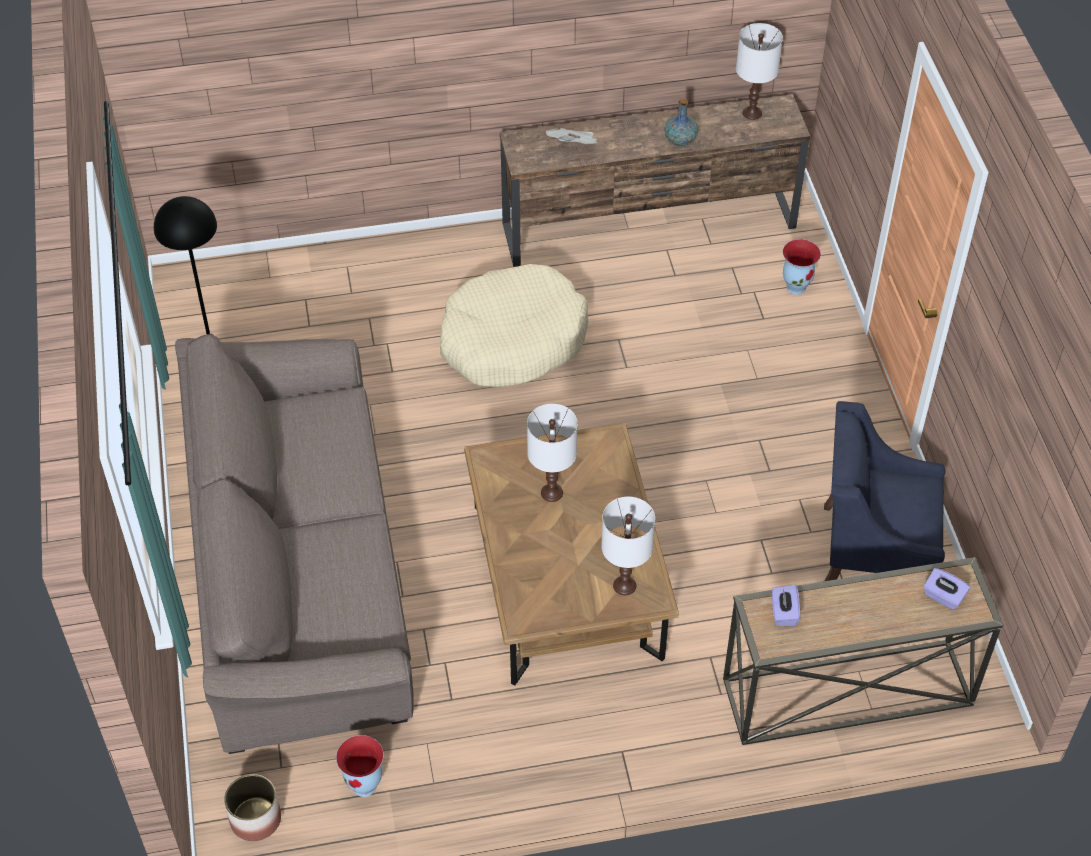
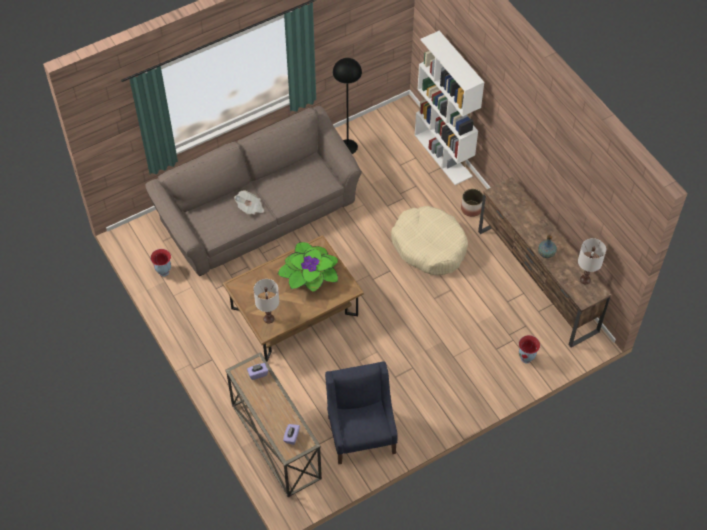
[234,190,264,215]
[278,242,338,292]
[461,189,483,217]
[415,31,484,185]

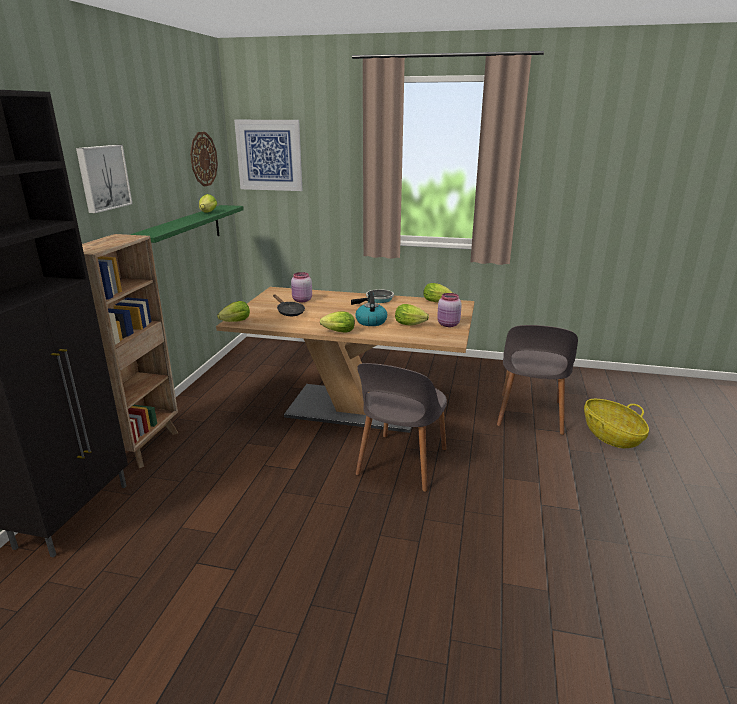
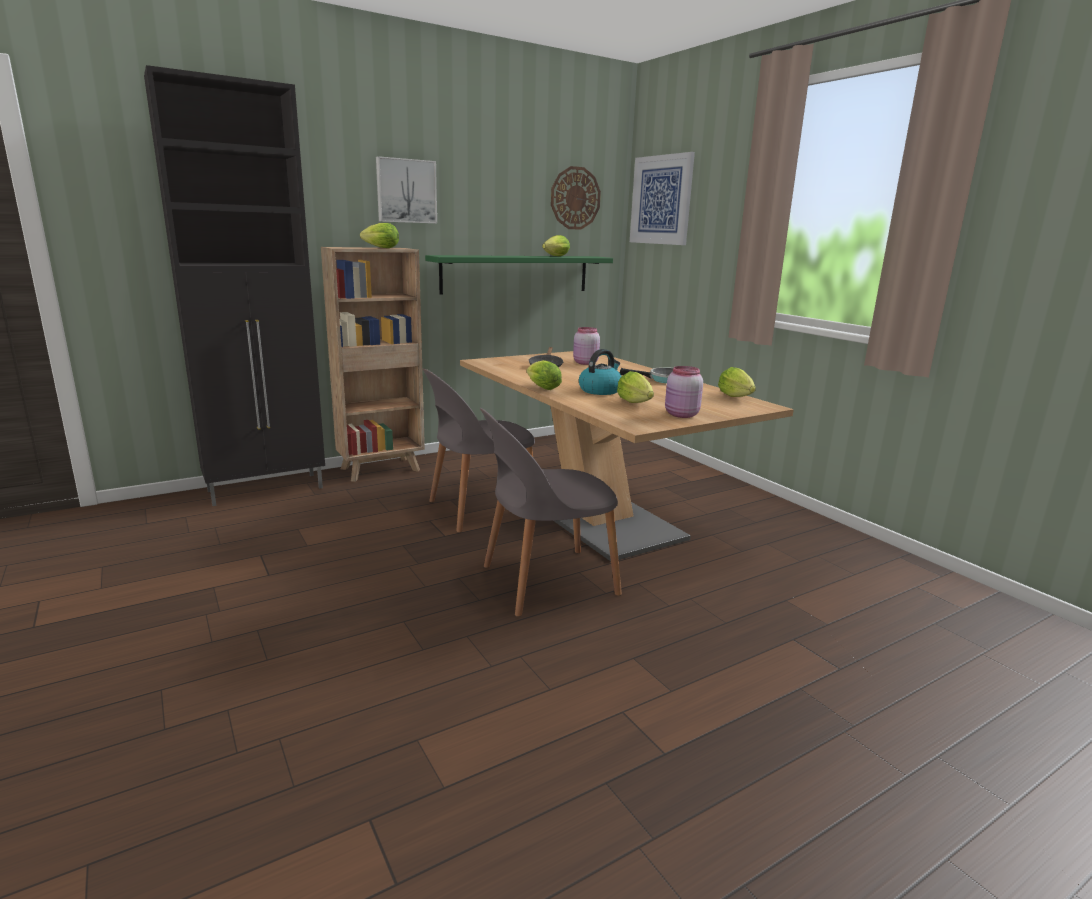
[360,223,399,248]
[423,369,535,532]
[584,399,649,448] (first image)

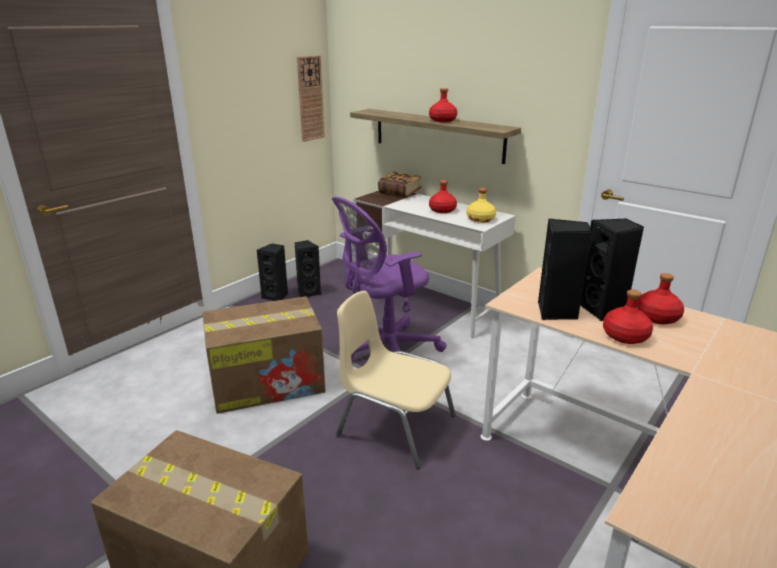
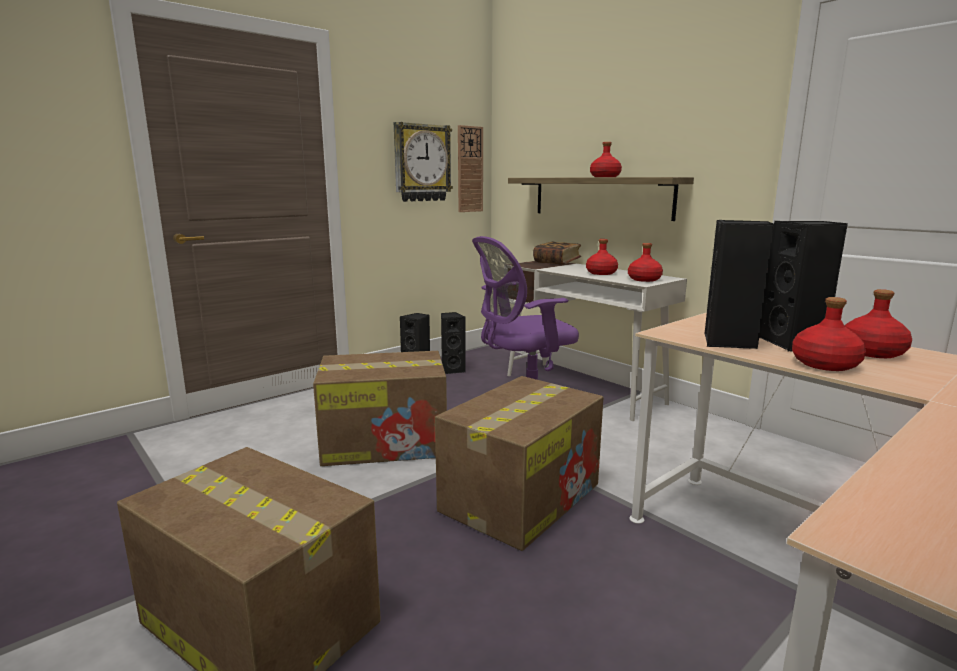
[628,243,663,282]
[435,376,603,551]
[394,122,453,202]

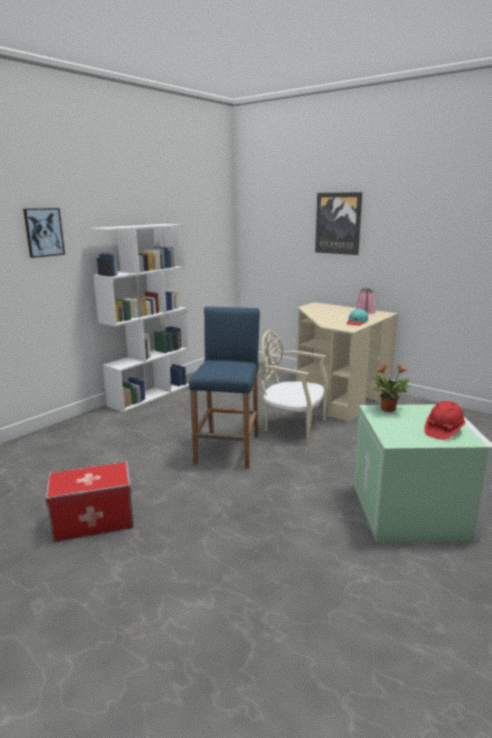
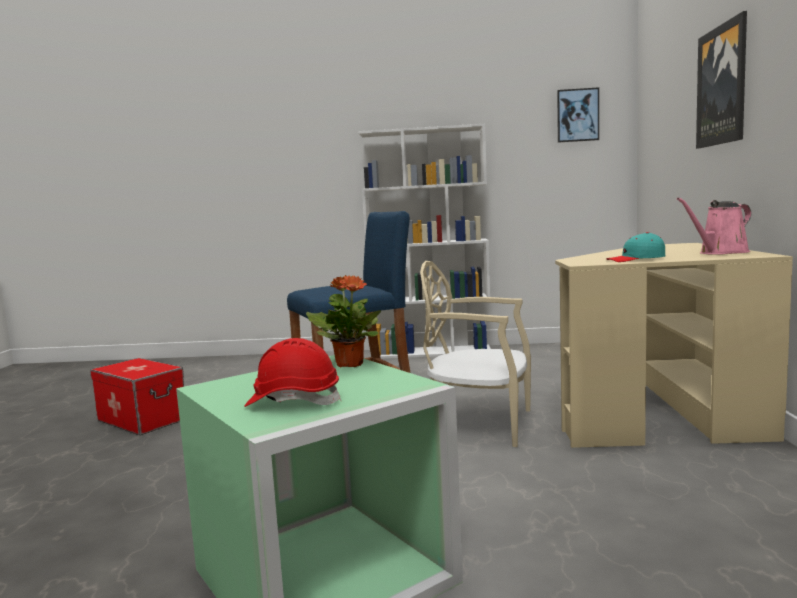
[557,87,599,143]
[420,261,531,447]

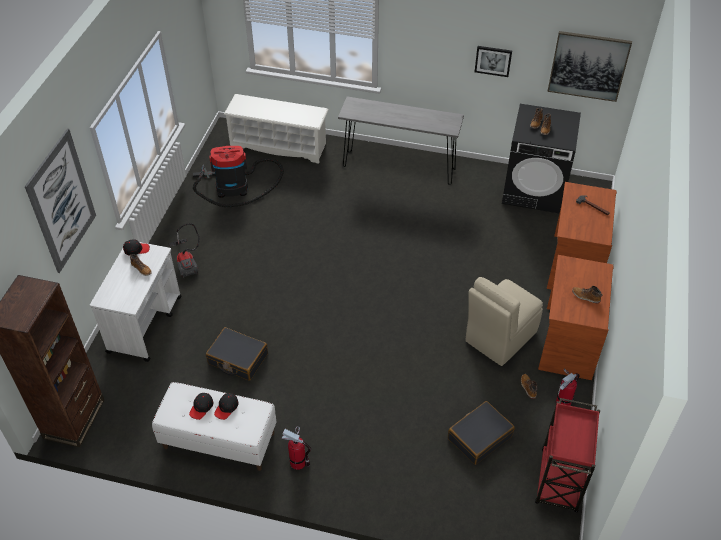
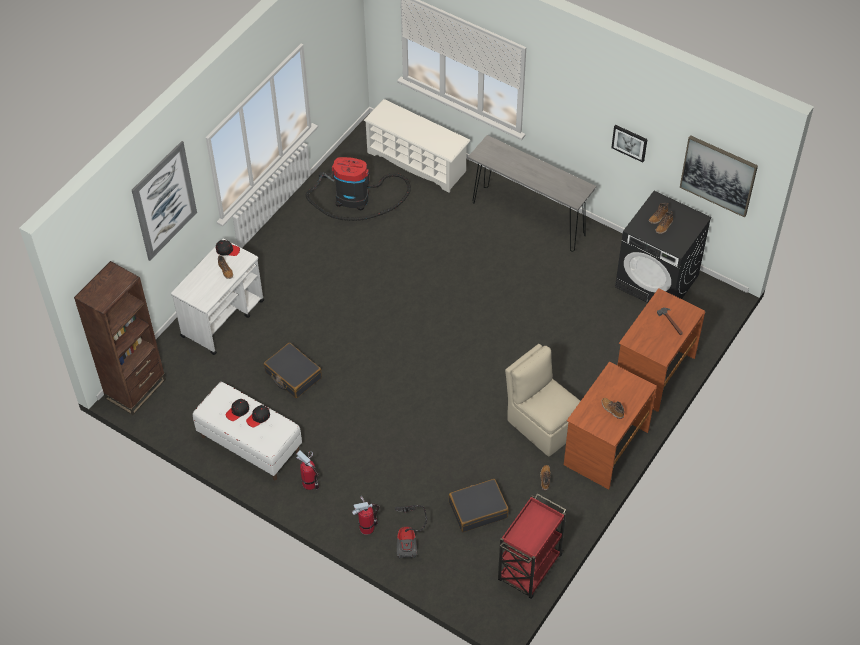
[395,505,427,559]
[505,344,580,456]
[352,496,380,535]

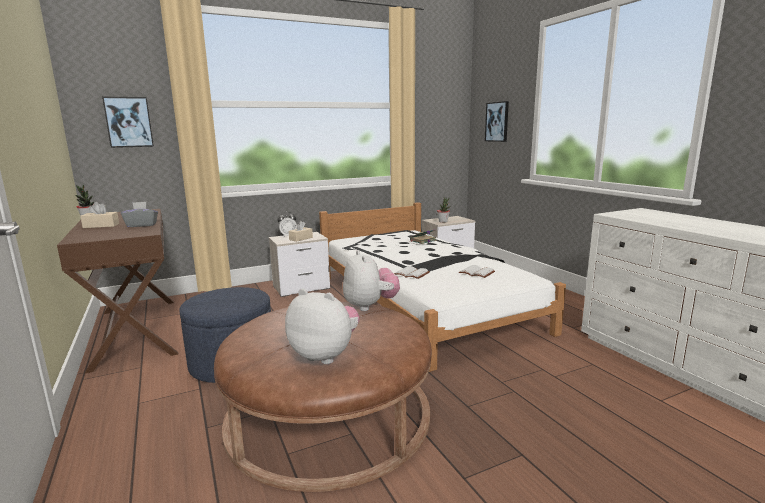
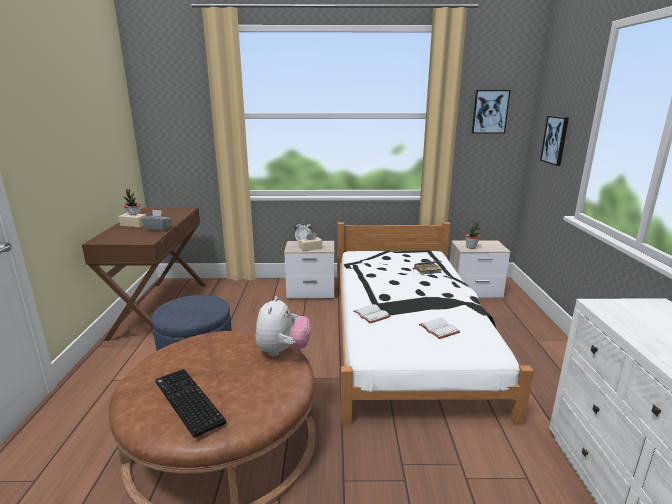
[472,90,511,134]
[155,369,226,438]

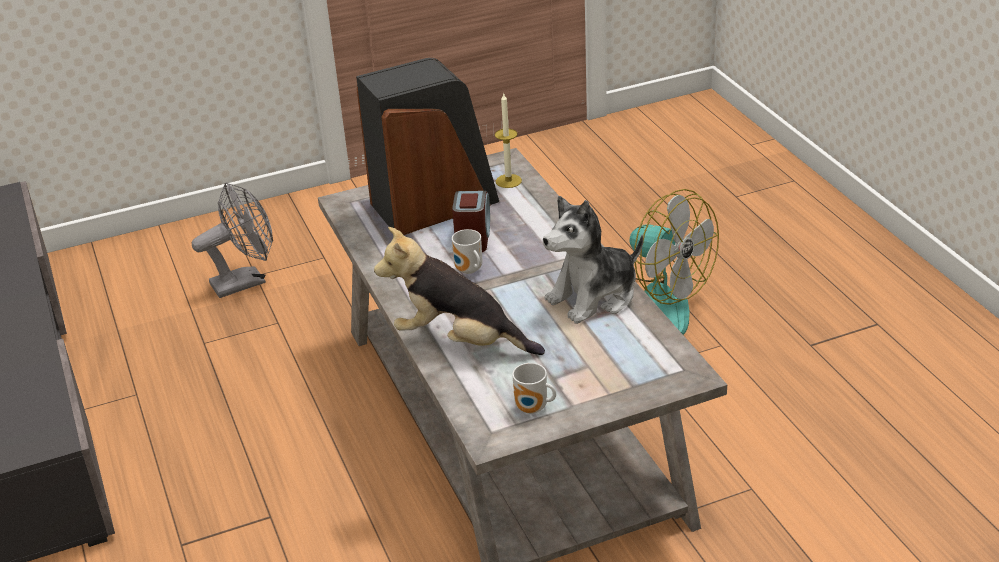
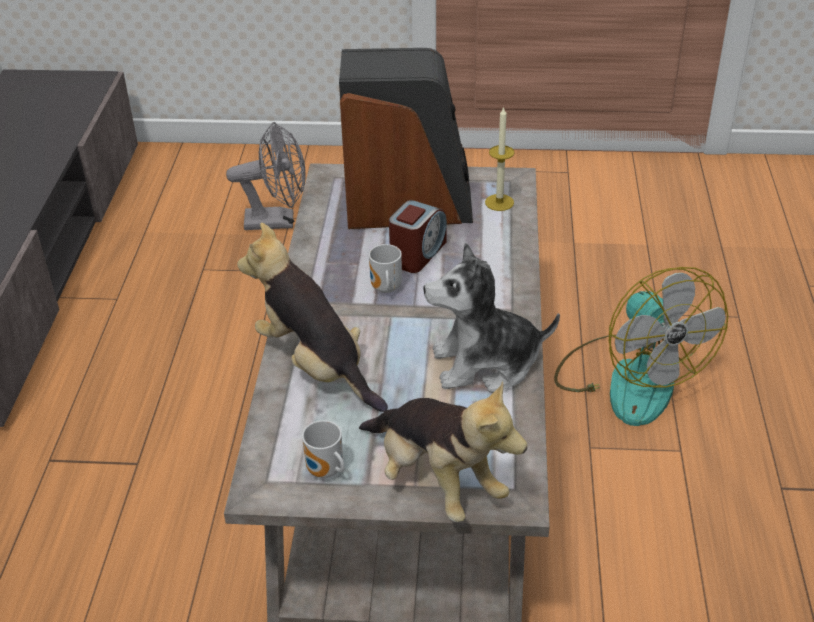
[359,381,527,522]

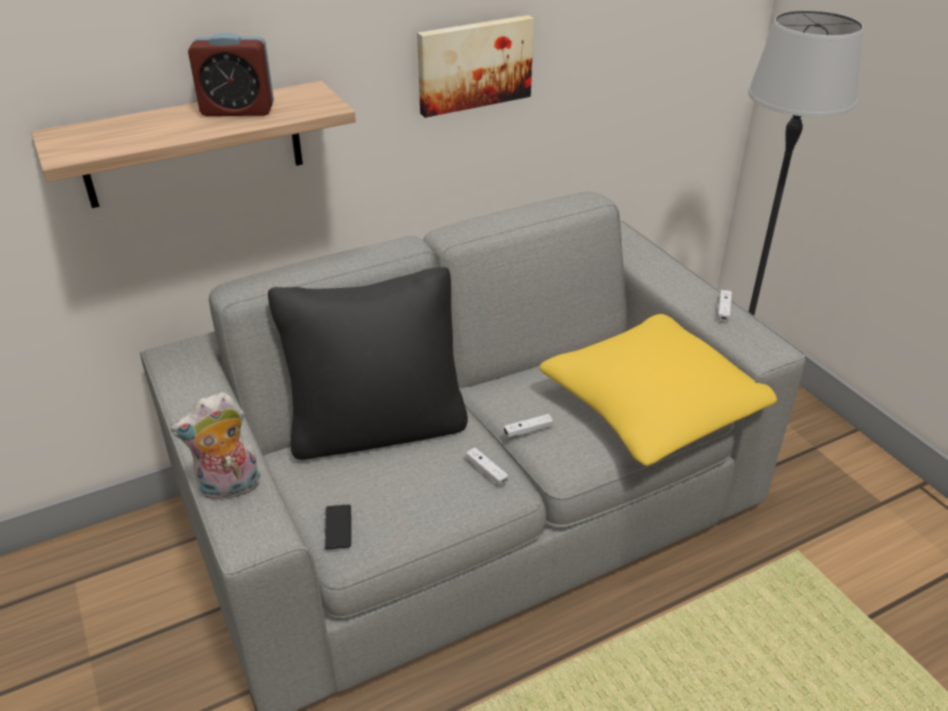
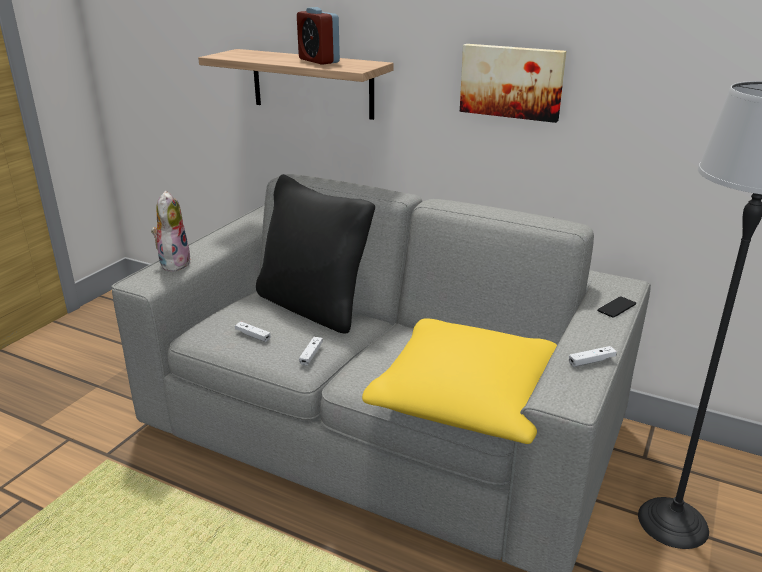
[151,191,191,272]
[235,322,271,342]
[597,296,636,318]

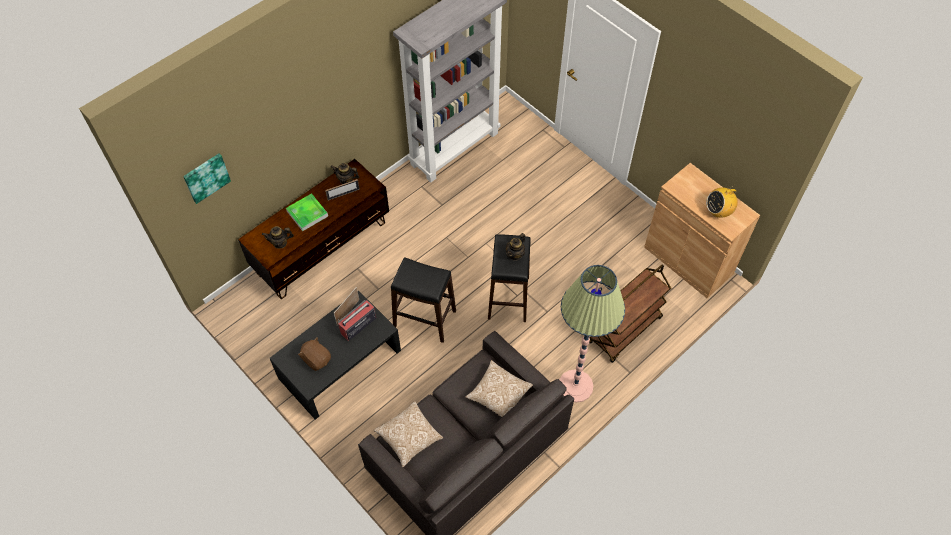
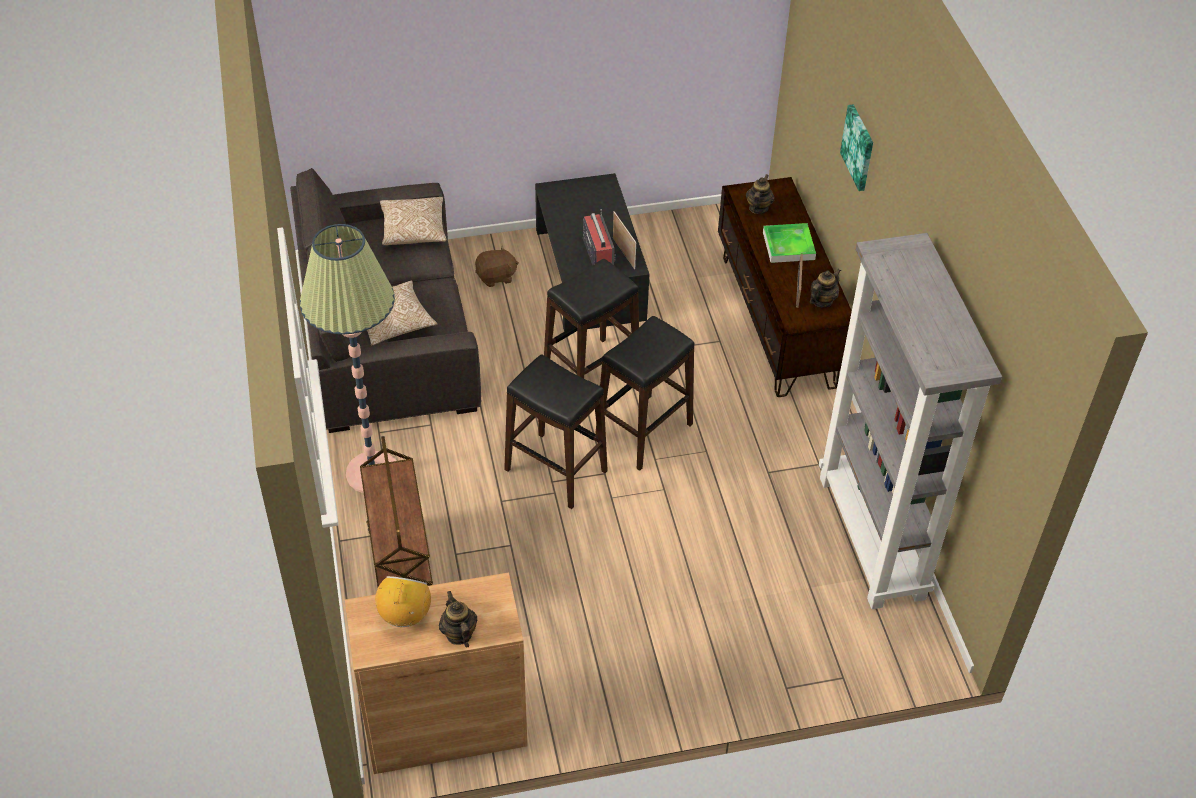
[840,104,873,191]
[439,591,477,648]
[475,246,519,287]
[595,316,694,471]

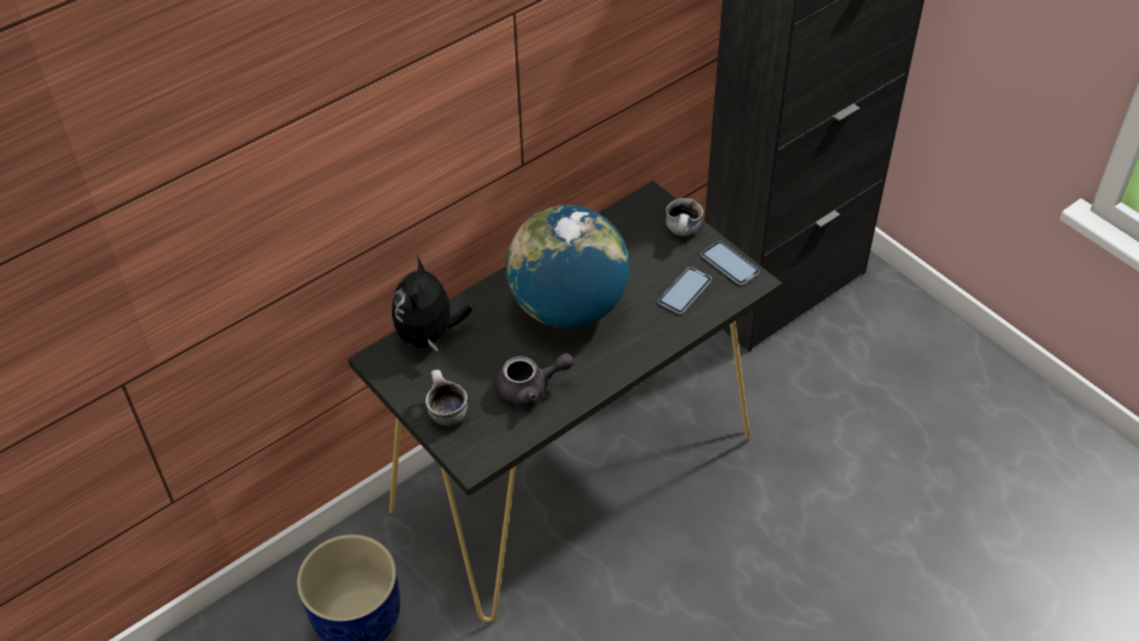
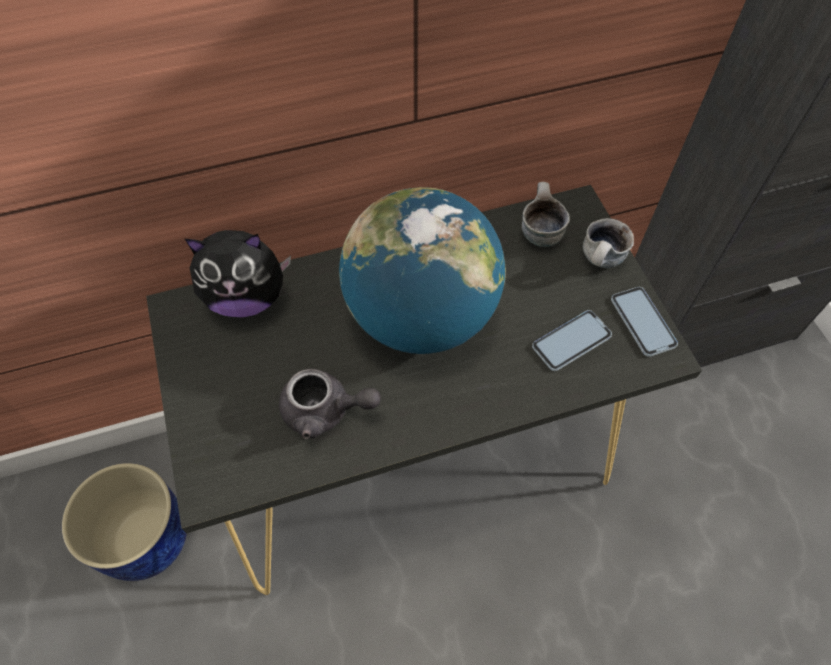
[185,230,291,318]
[522,182,570,247]

